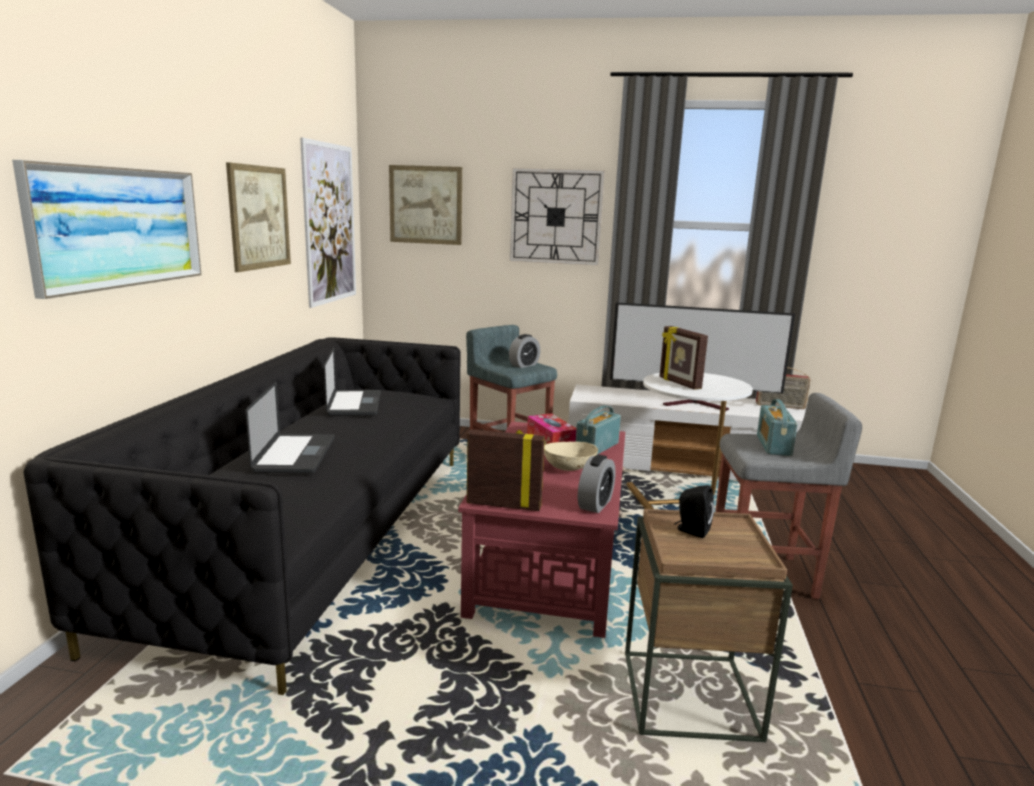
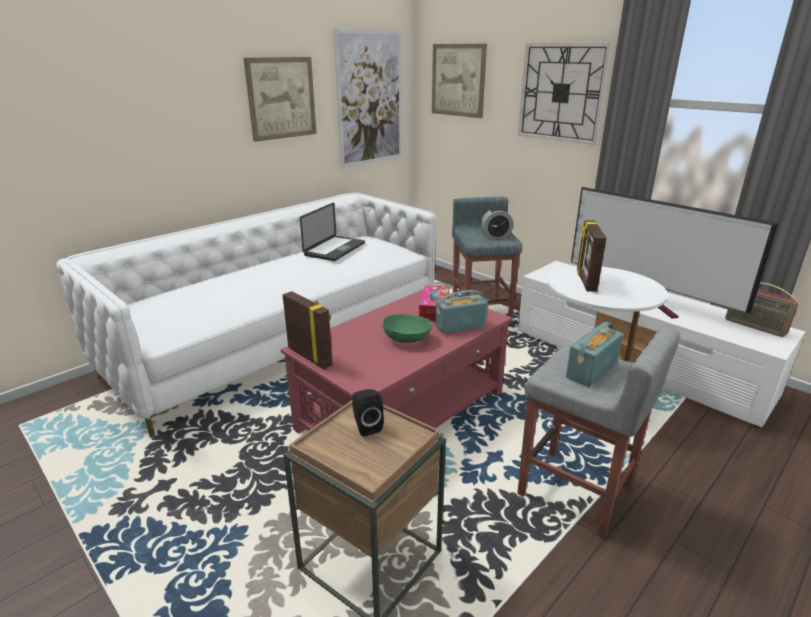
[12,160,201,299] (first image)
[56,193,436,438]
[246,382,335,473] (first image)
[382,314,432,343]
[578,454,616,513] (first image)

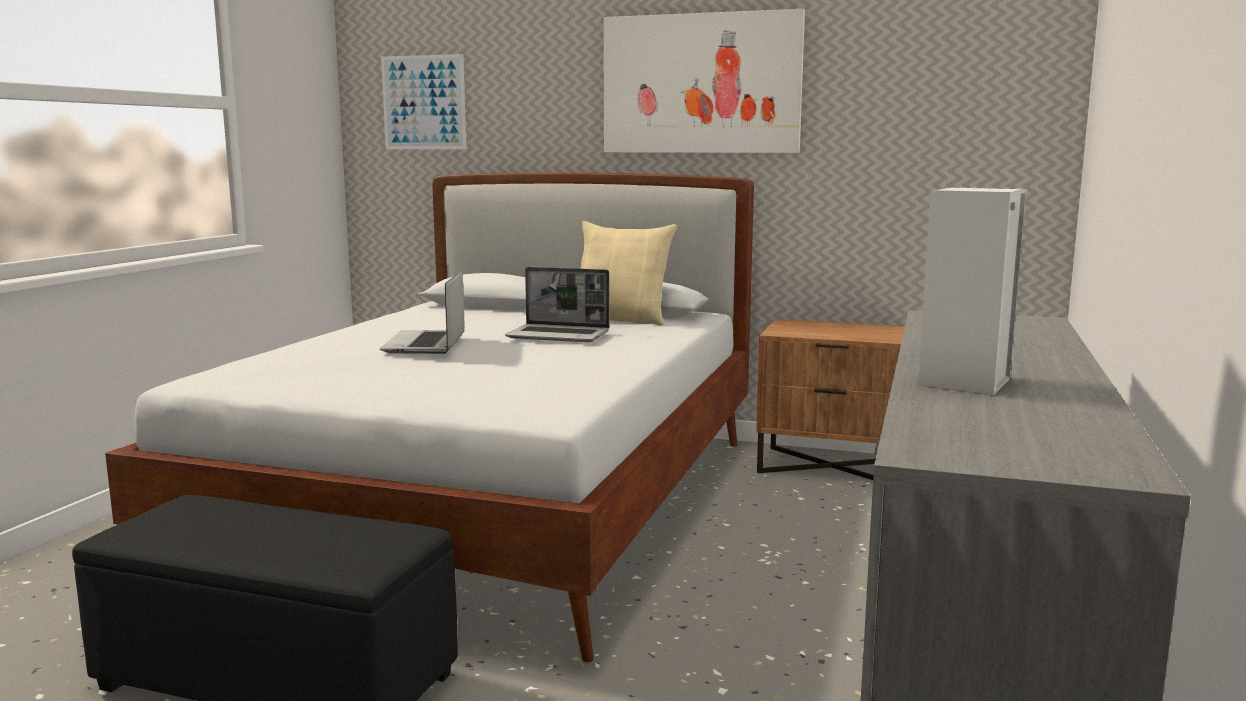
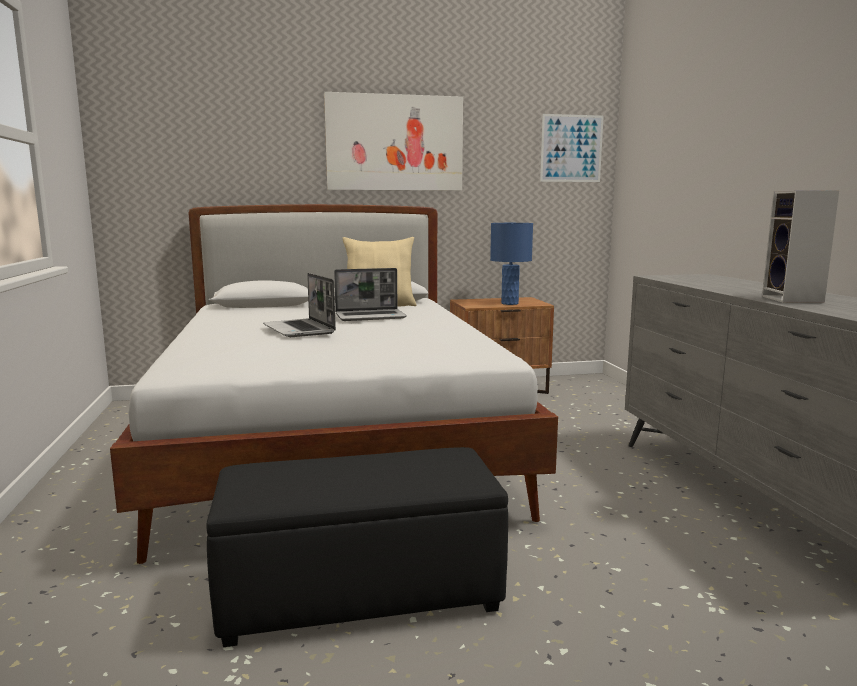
[540,114,604,182]
[490,223,533,305]

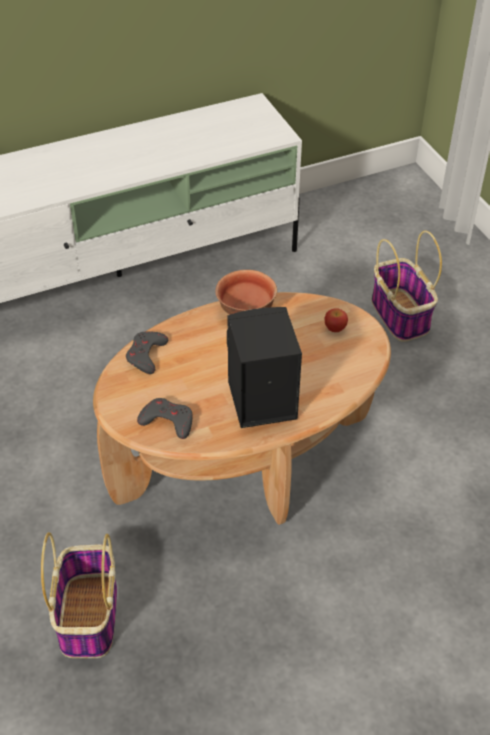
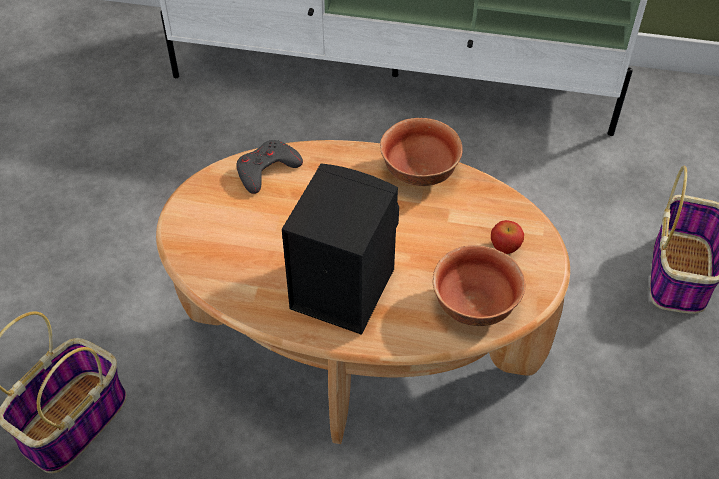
[137,398,193,439] (first image)
[432,245,526,326]

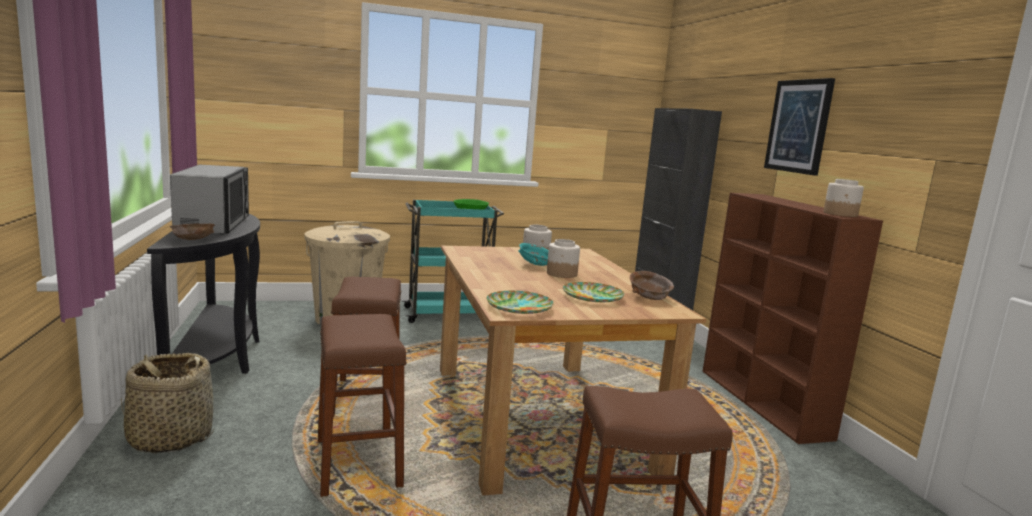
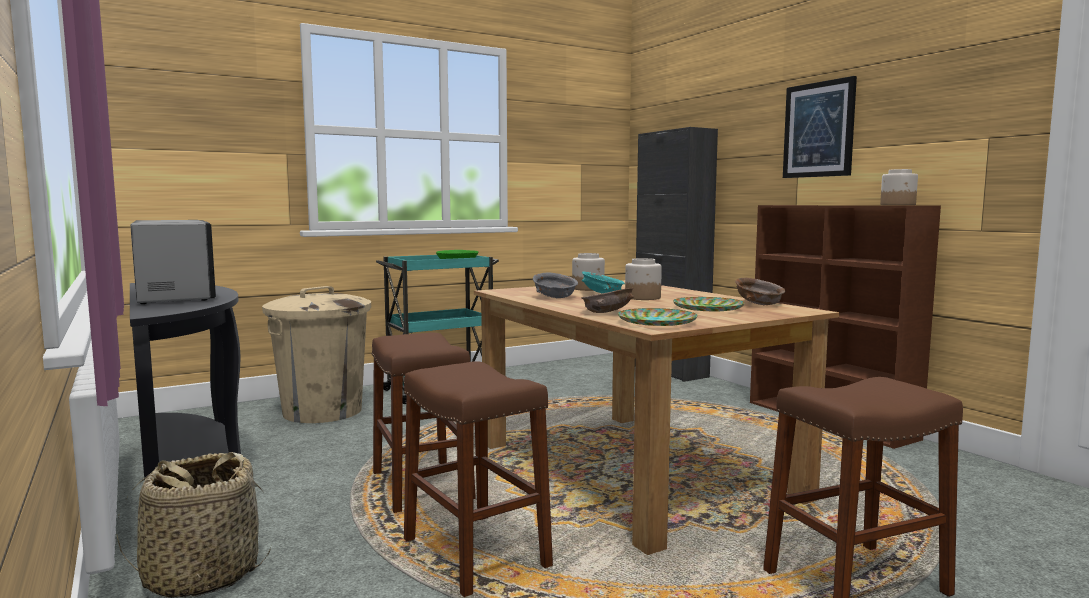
[581,288,634,313]
[533,273,578,298]

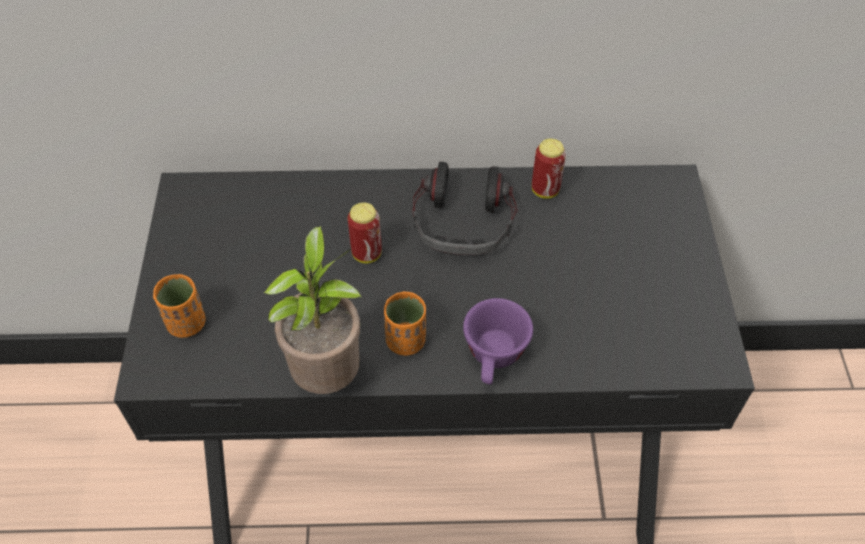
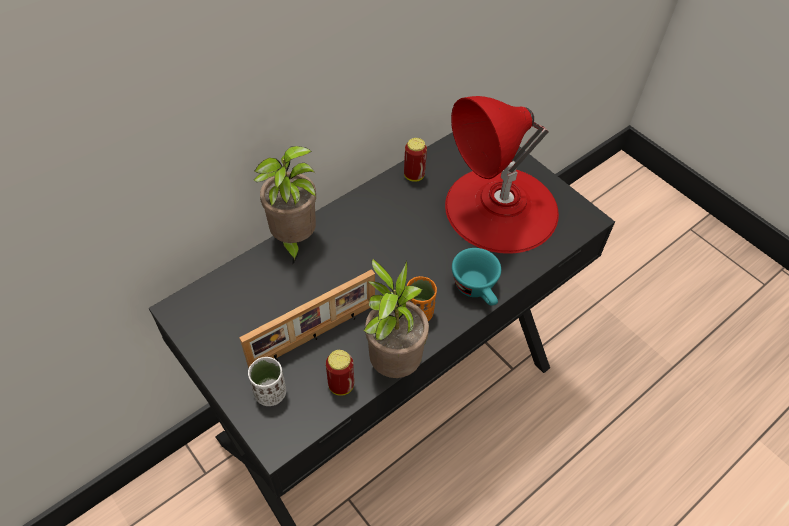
[413,162,518,255] (first image)
[326,350,354,396]
[248,357,286,406]
[452,248,501,306]
[445,96,559,254]
[254,146,316,266]
[239,269,375,368]

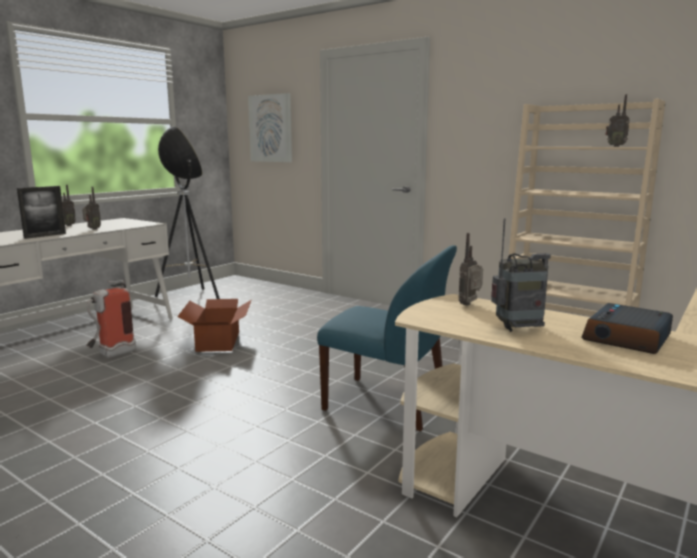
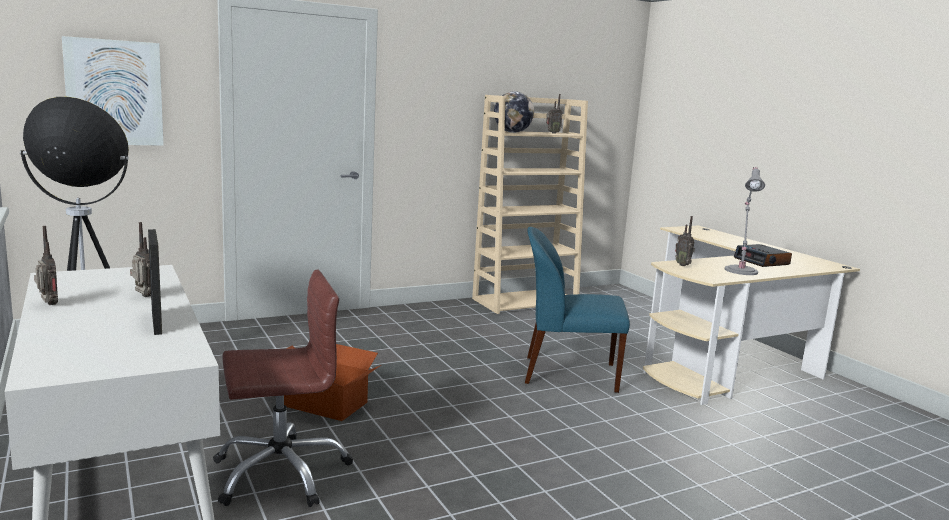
[725,167,765,275]
[525,227,630,393]
[213,269,353,507]
[494,91,534,133]

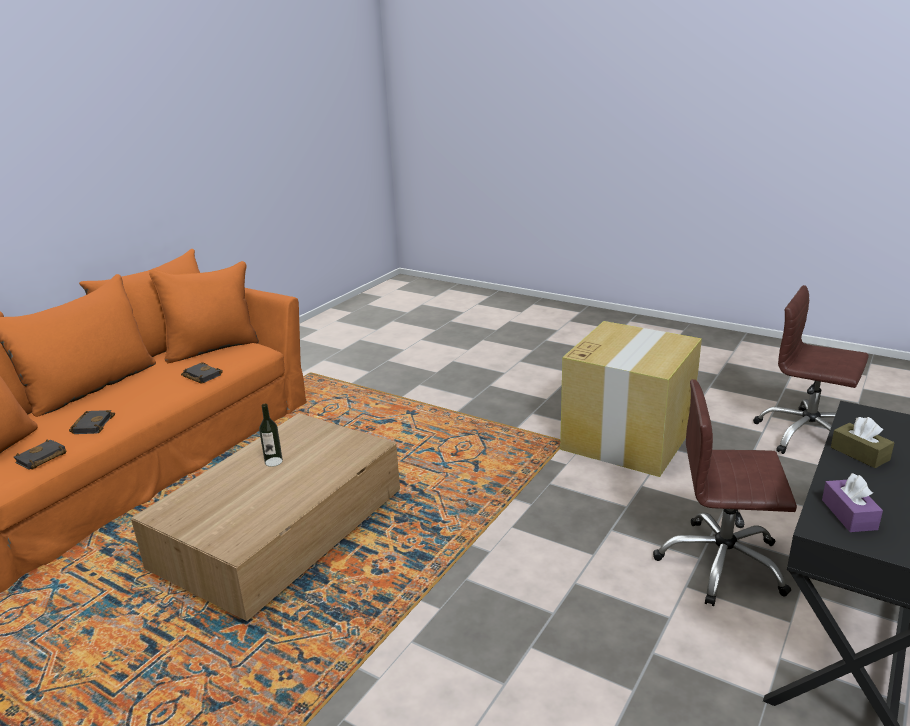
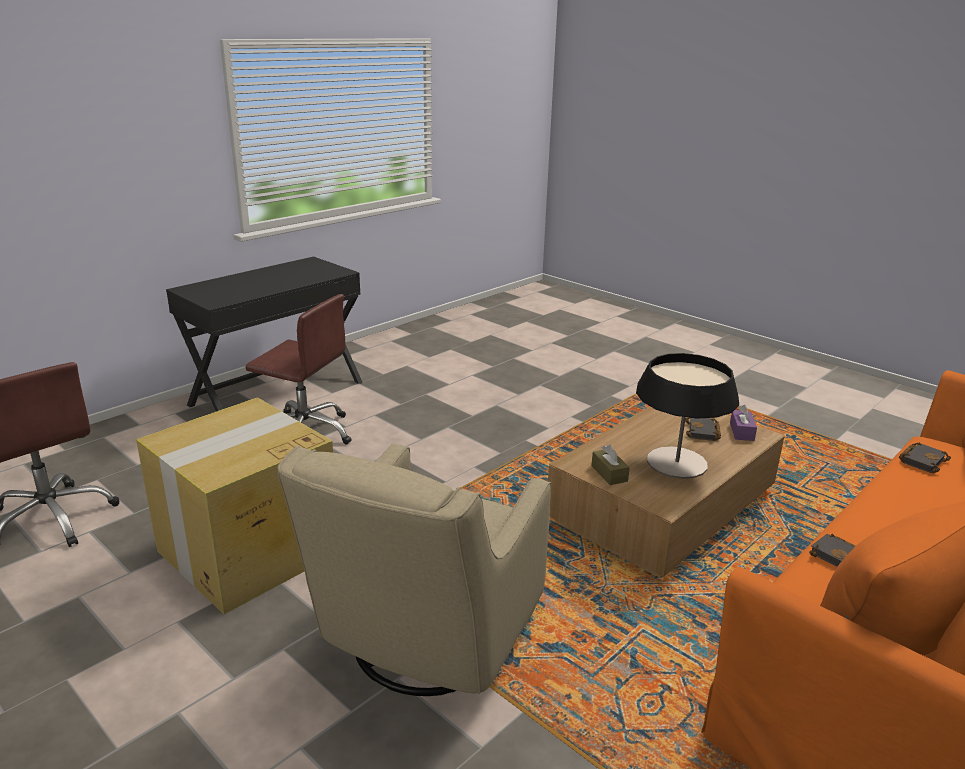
[636,353,739,479]
[685,417,721,441]
[591,445,630,485]
[730,405,757,441]
[278,443,551,696]

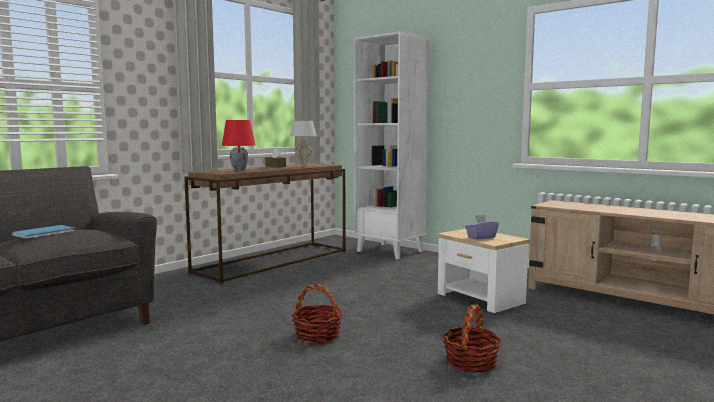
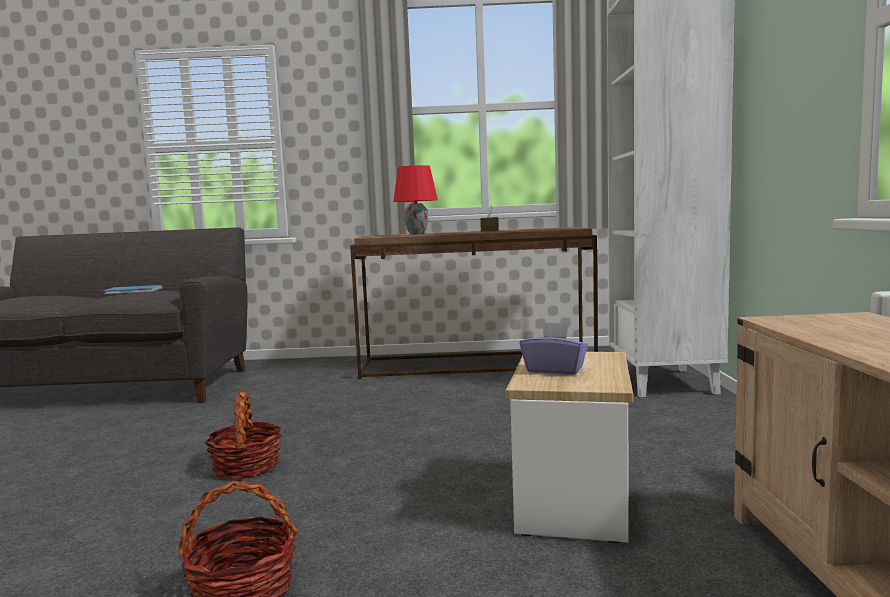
[290,121,317,167] (first image)

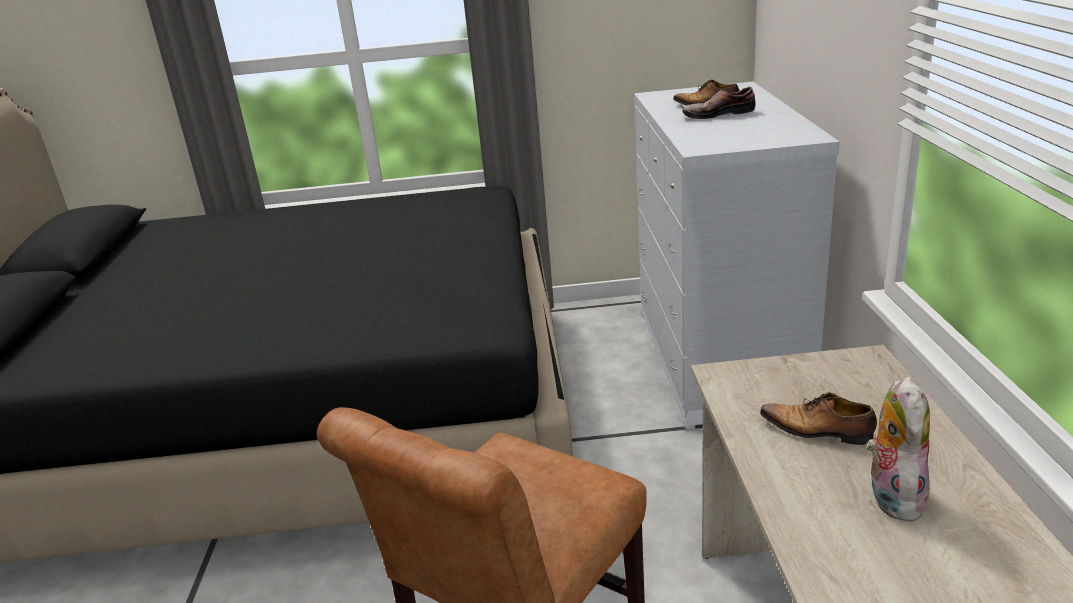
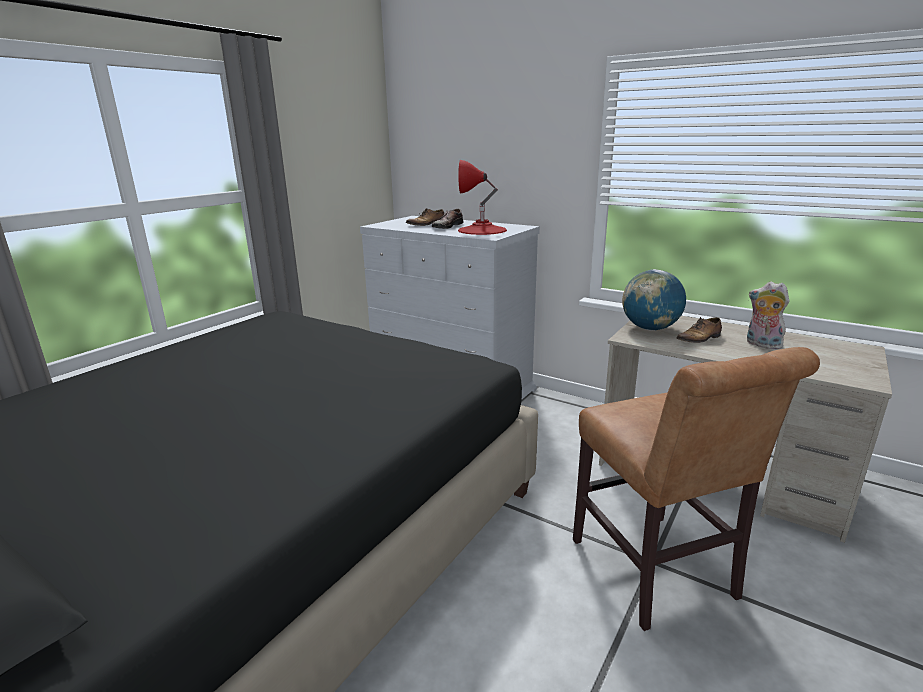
[458,160,507,235]
[622,269,686,331]

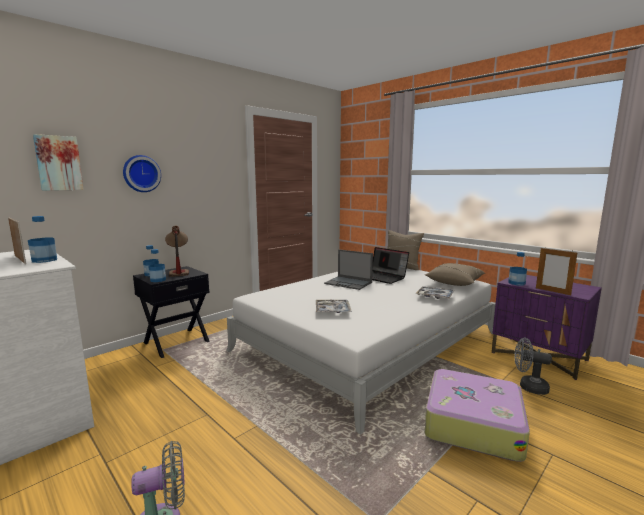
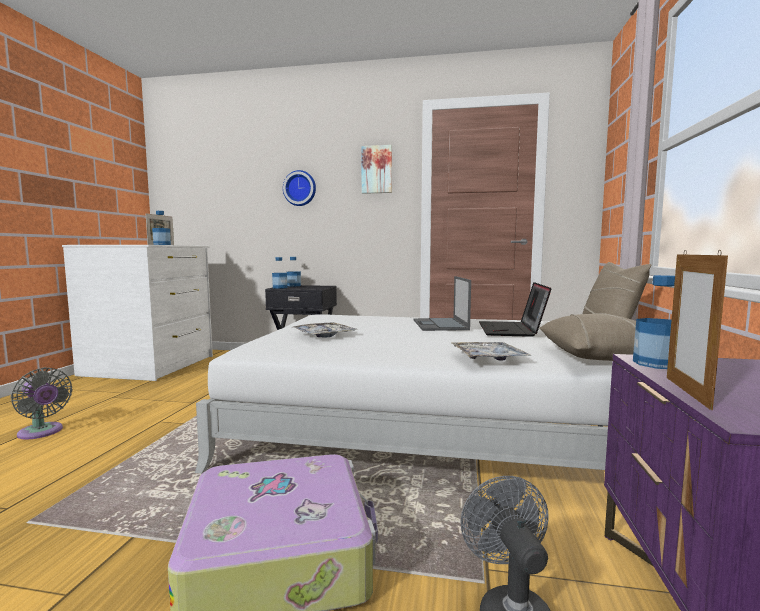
[361,145,392,194]
[165,226,189,277] (first image)

